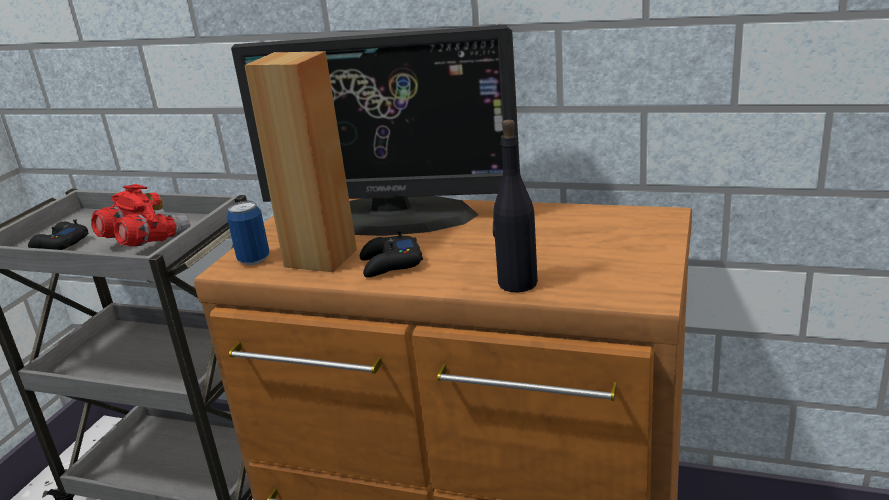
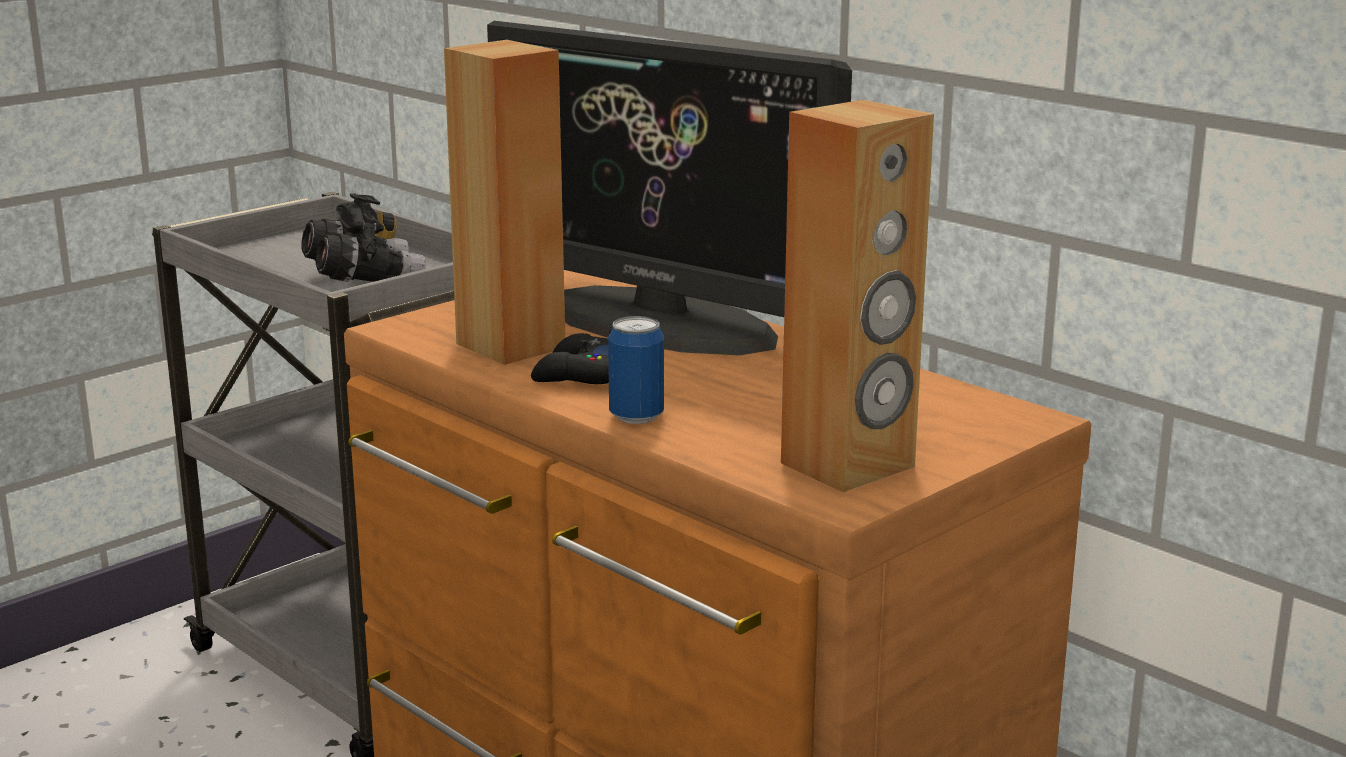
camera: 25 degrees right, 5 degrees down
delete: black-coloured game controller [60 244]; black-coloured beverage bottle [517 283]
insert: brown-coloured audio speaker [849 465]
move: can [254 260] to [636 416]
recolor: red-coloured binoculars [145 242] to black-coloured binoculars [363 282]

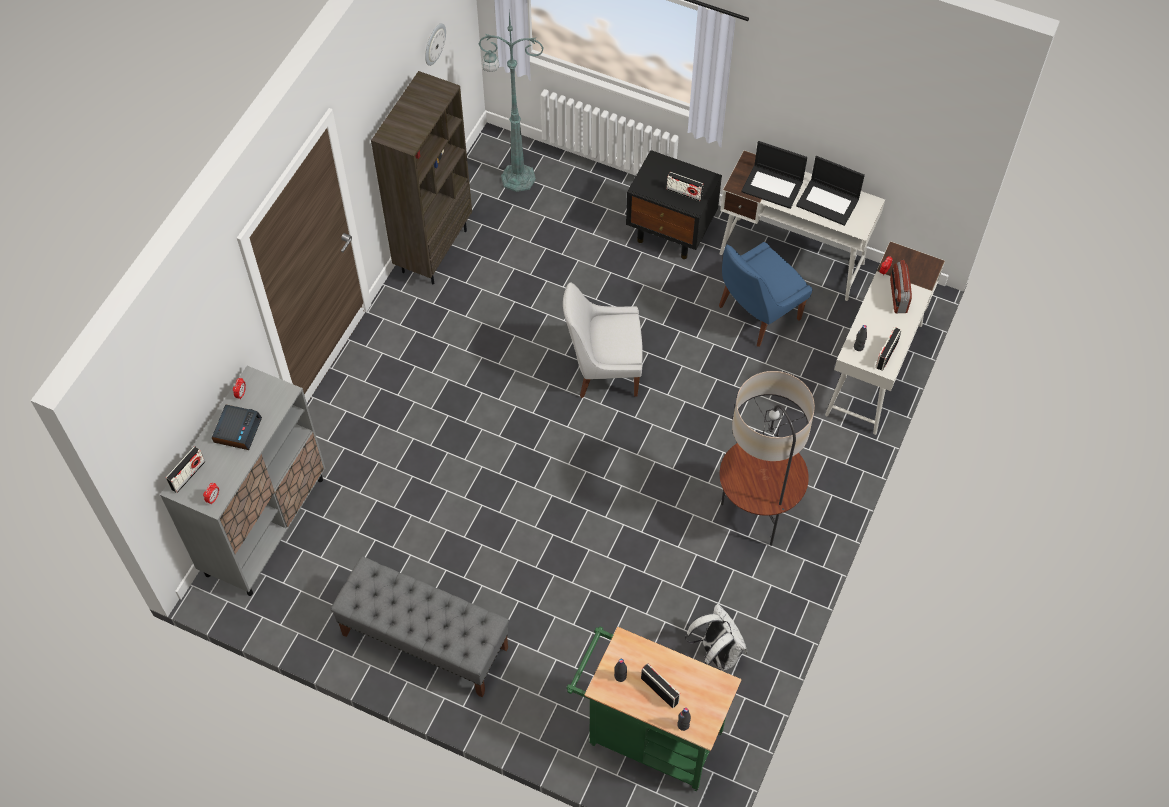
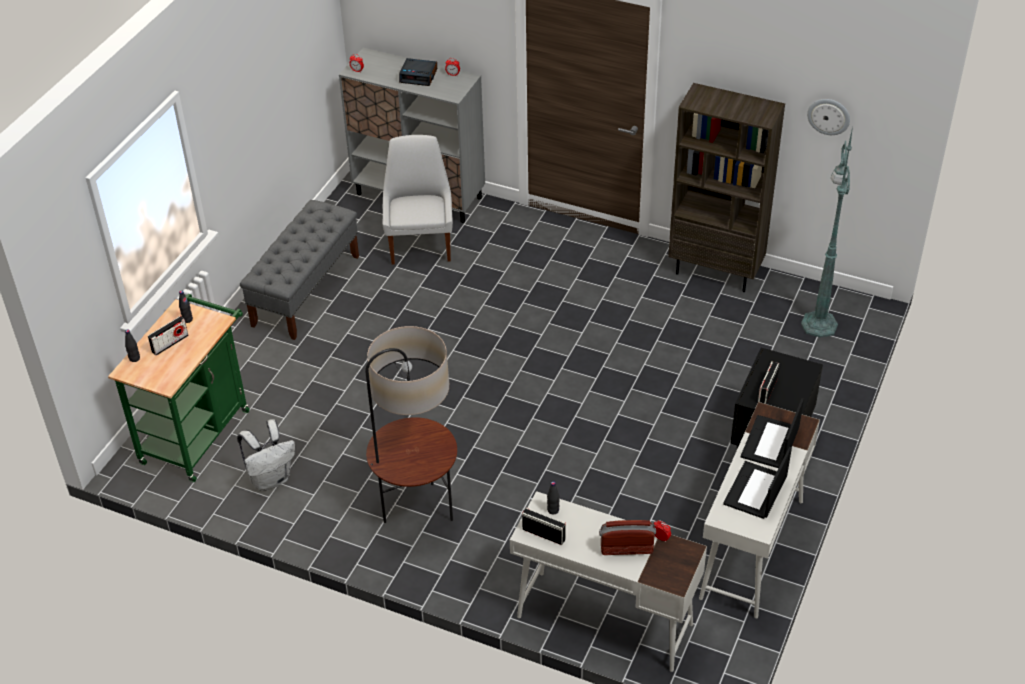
camera: 90 degrees right, 15 degrees down
delete: radio set [188 475]; bluish upright chair [756 314]
move: white-coloured upright chair [603 370] to [420 244]

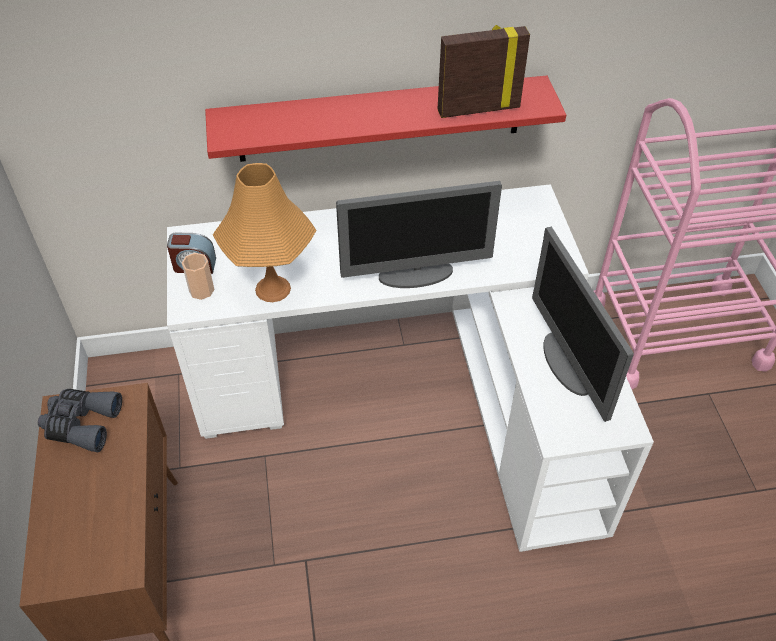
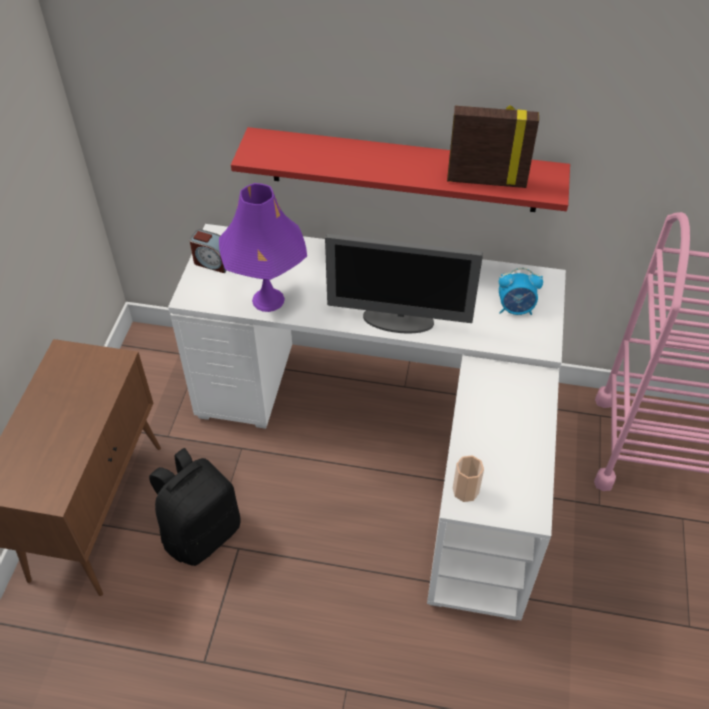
camera: 20 degrees right, 0 degrees up
delete: grey binoculars [81 424]; computer display [567 364]
insert: black-coloured backpack [201 532]; bedside clock [515 309]
move: drinking cup [201 290] to [465 490]
recolor: orange tabletop lamp [272 289] to purple tabletop lamp [268 300]

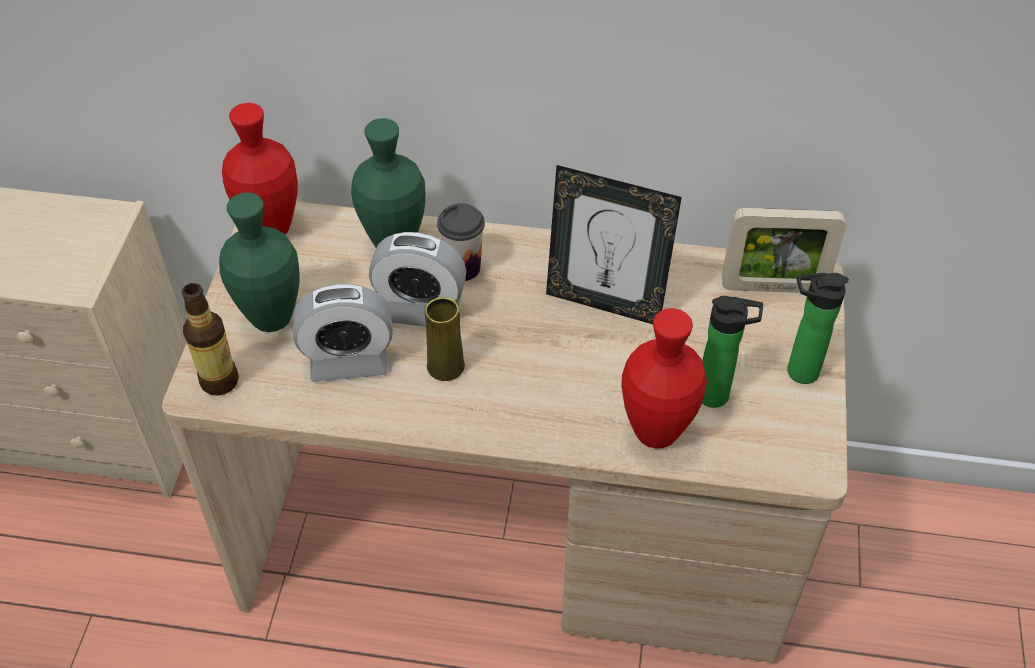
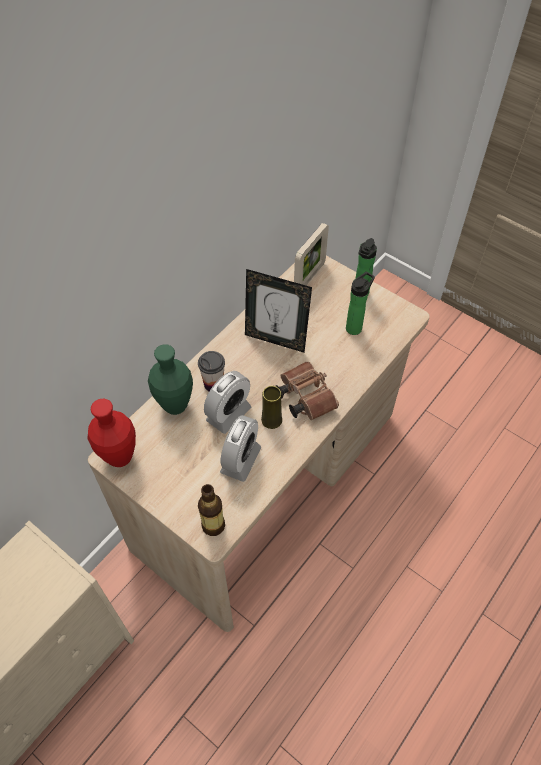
camera: 60 degrees left, 5 degrees up
delete: green-coloured flower vase [271 318]; red-coloured flower vase [656 432]
insert: brown-coloured binoculars [304 396]
rotate: standing frame [605 302] = [276 339] 60 degrees clockwise

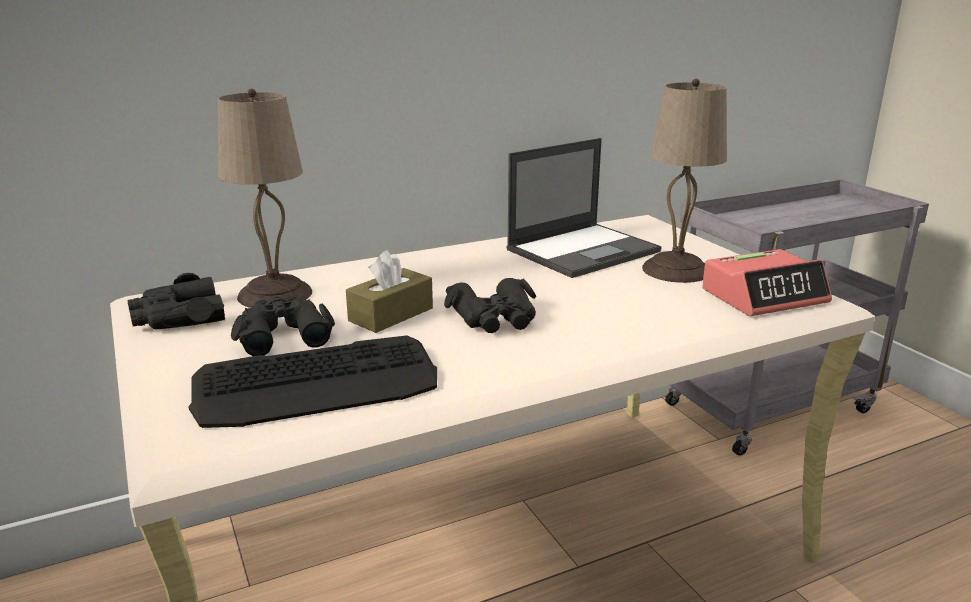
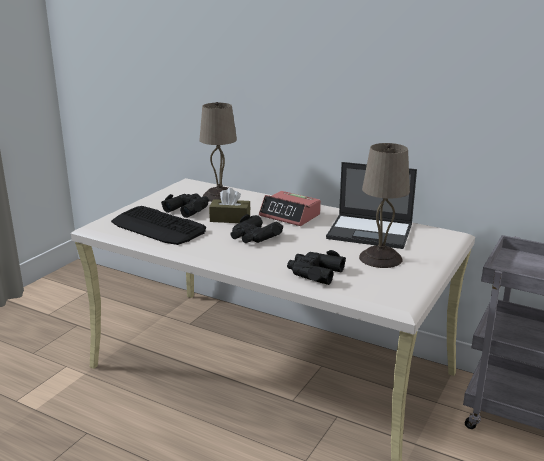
camera: 55 degrees right, 0 degrees up
move: black-coloured binoculars [178 317] to [314 272]; bedside clock [764 296] to [290 215]

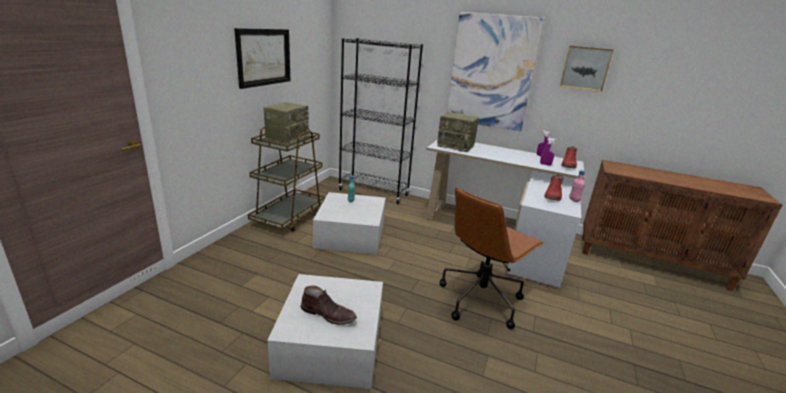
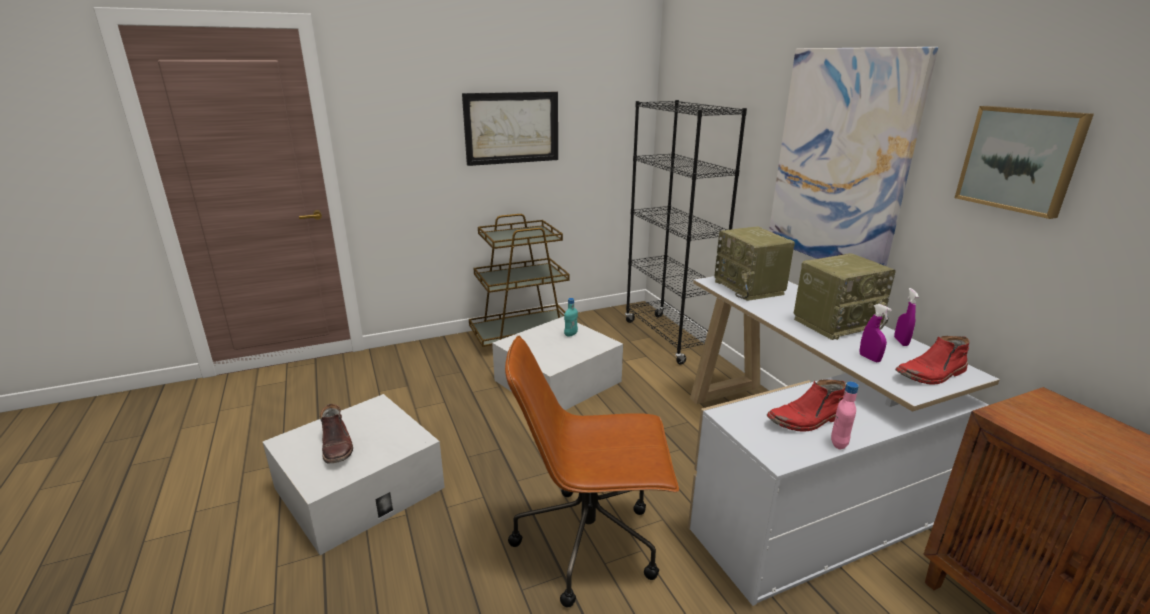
camera: 45 degrees right, 0 degrees up
move: radio set [287 138] to [836 323]

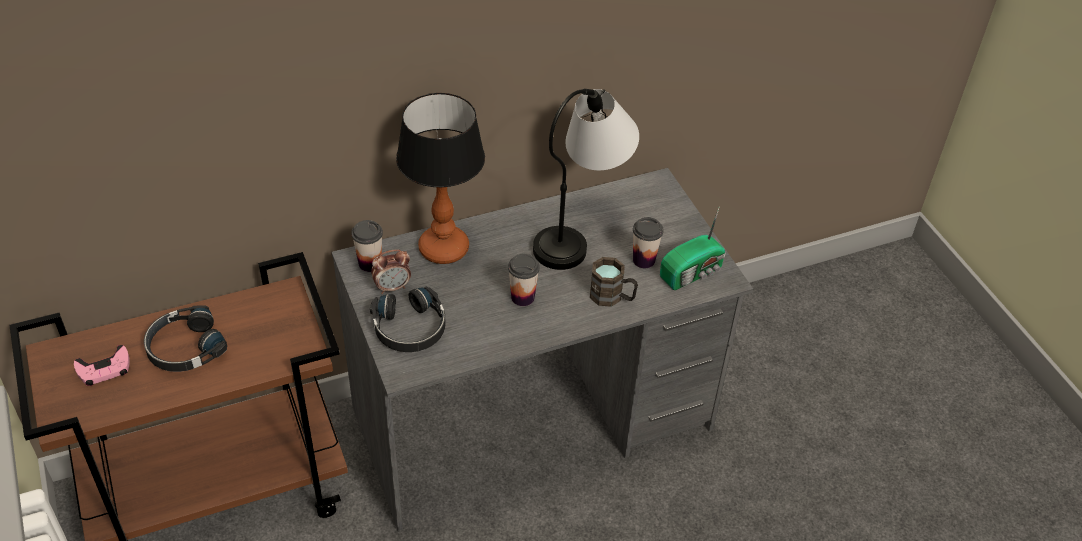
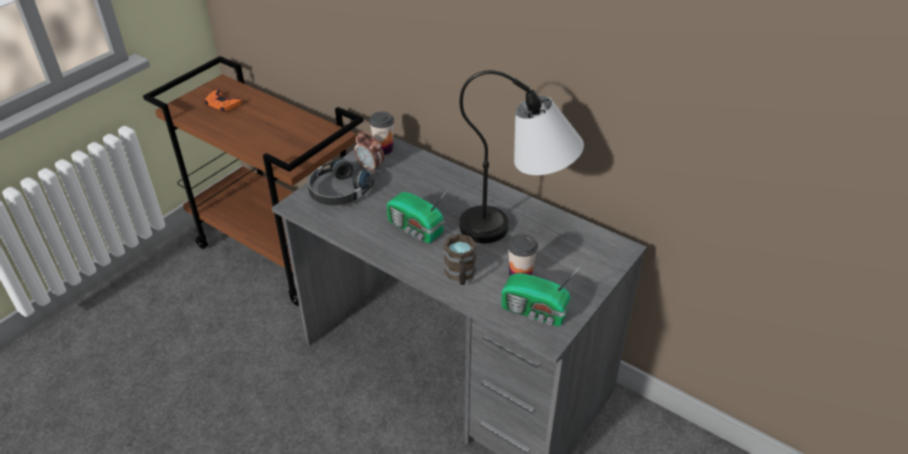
camera: 60 degrees right, 5 degrees down
delete: black-coloured headphones [185 348]; tabletop lamp [442 248]
replace: drinking cup [522 297] to radio set [415 229]
recolor: pinkish game controller [104 369] to orange game controller [222 104]

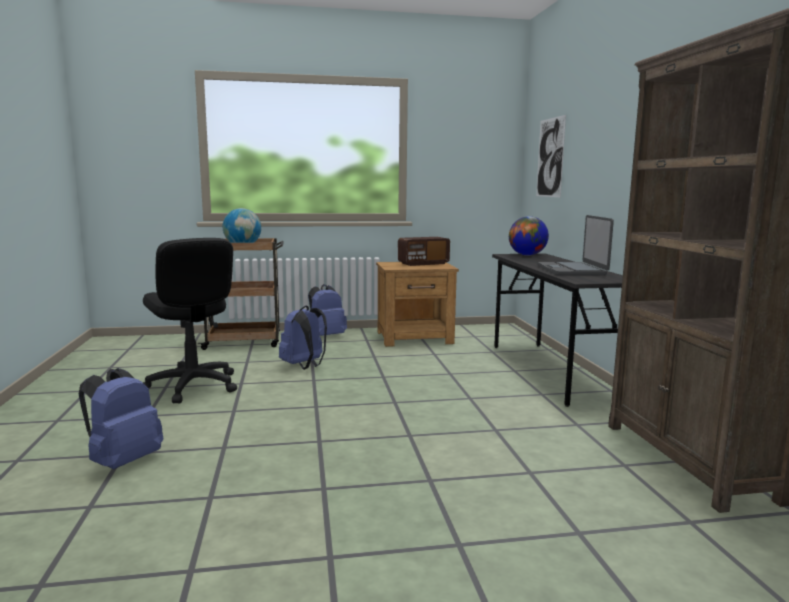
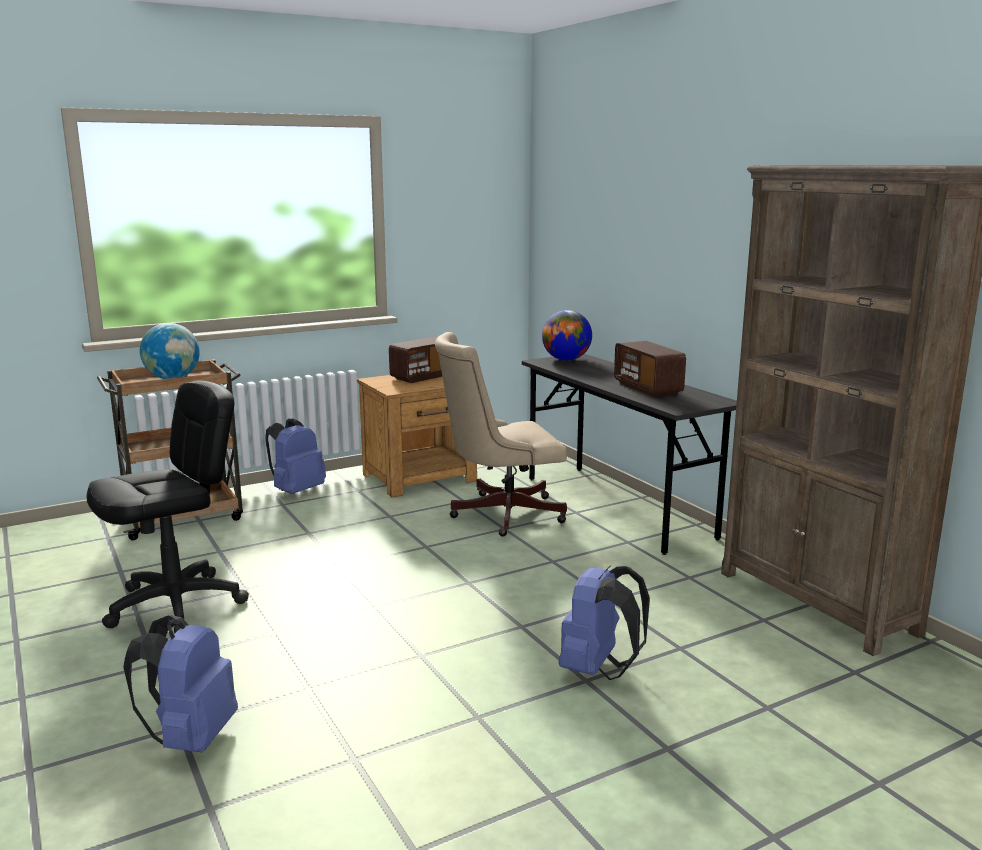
camera: 20 degrees left, 5 degrees up
delete: wall art [550 157]
insert: beige computer chair [500 514]
move: bluish backpack [304 366] to [598 669]
replace: notebook computer [572 270] to radio set [647 388]
rotate: black-coloured computer chair [192 386] = [176 605] 75 degrees counterclockwise

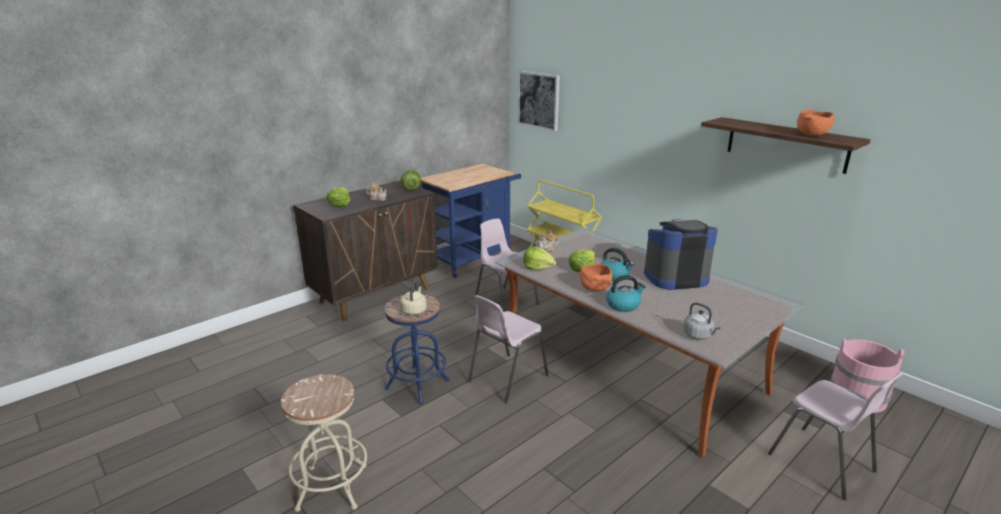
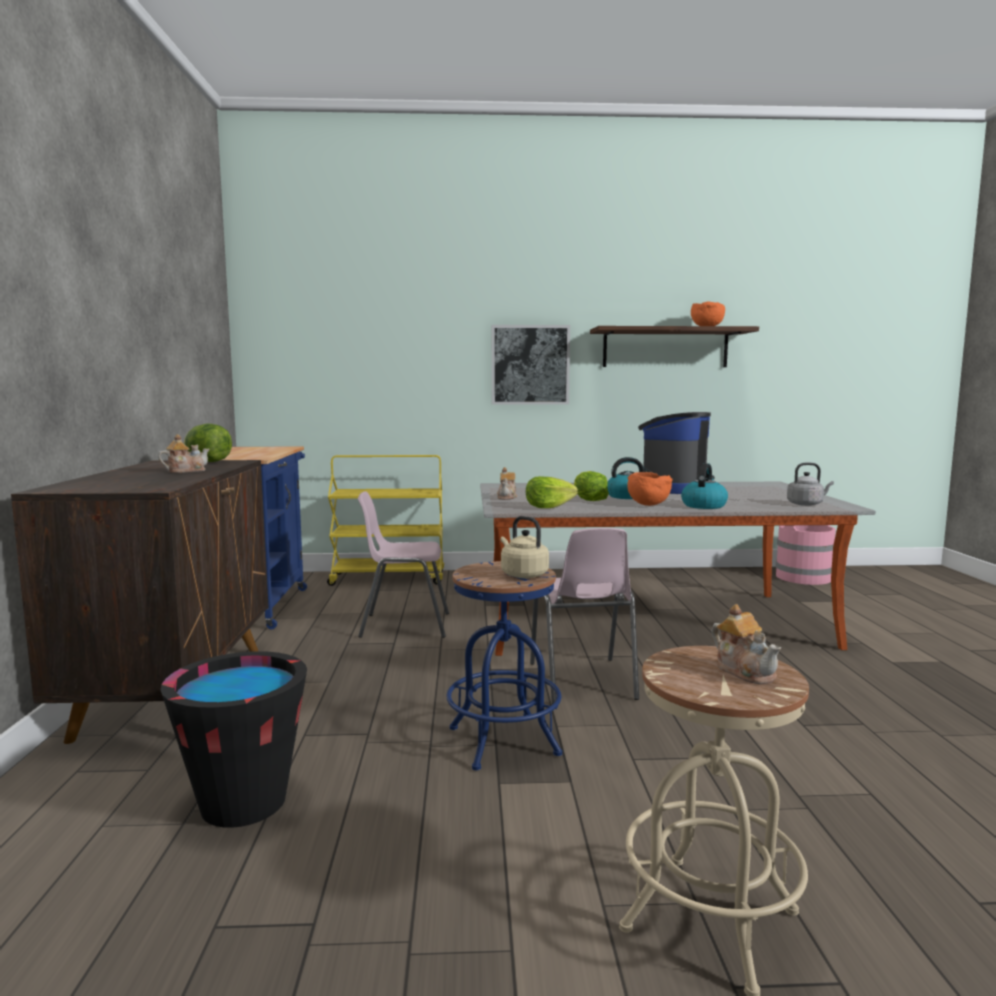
camera: 50 degrees left, 15 degrees down
delete: lettuce [340 204]; pinkish upright chair [822 463]
insert: black-coloured pail [243 803]; pot for tea [745 671]
move: wall art [539 100] to [530 365]

